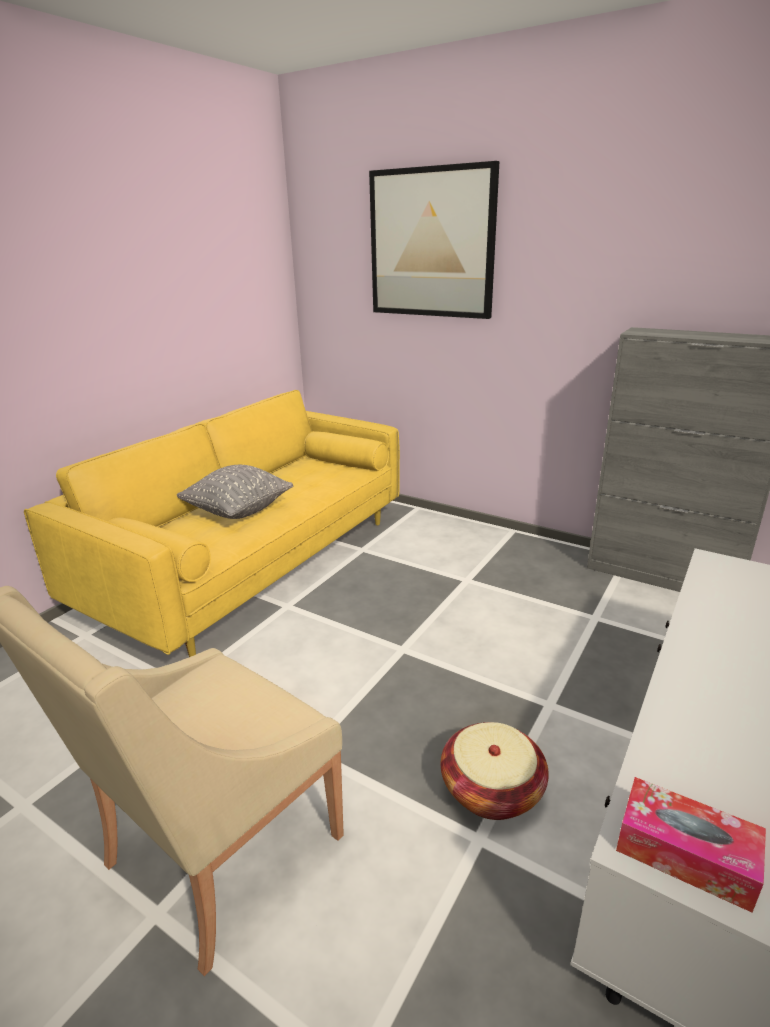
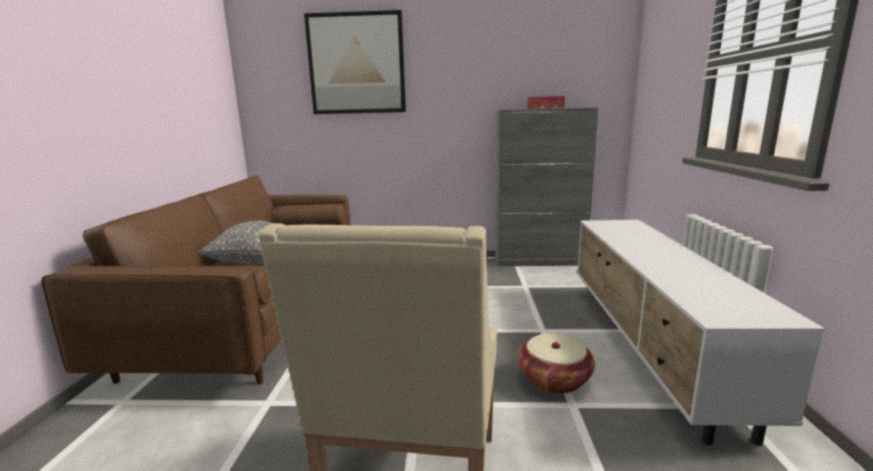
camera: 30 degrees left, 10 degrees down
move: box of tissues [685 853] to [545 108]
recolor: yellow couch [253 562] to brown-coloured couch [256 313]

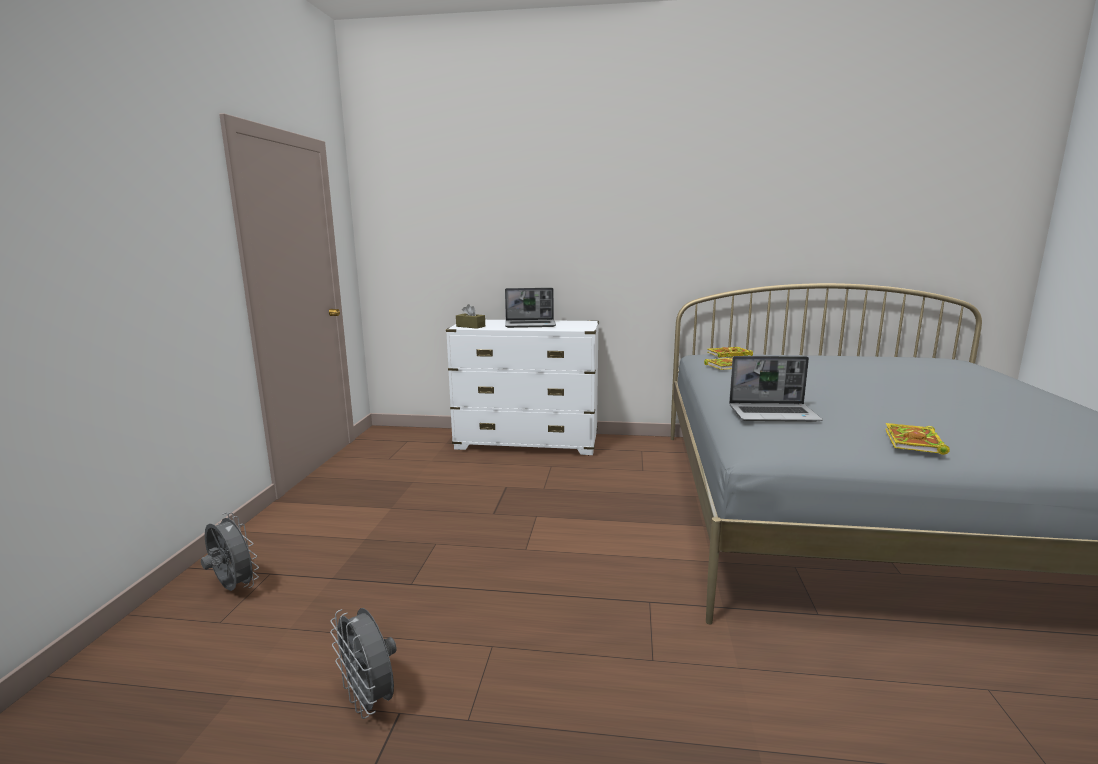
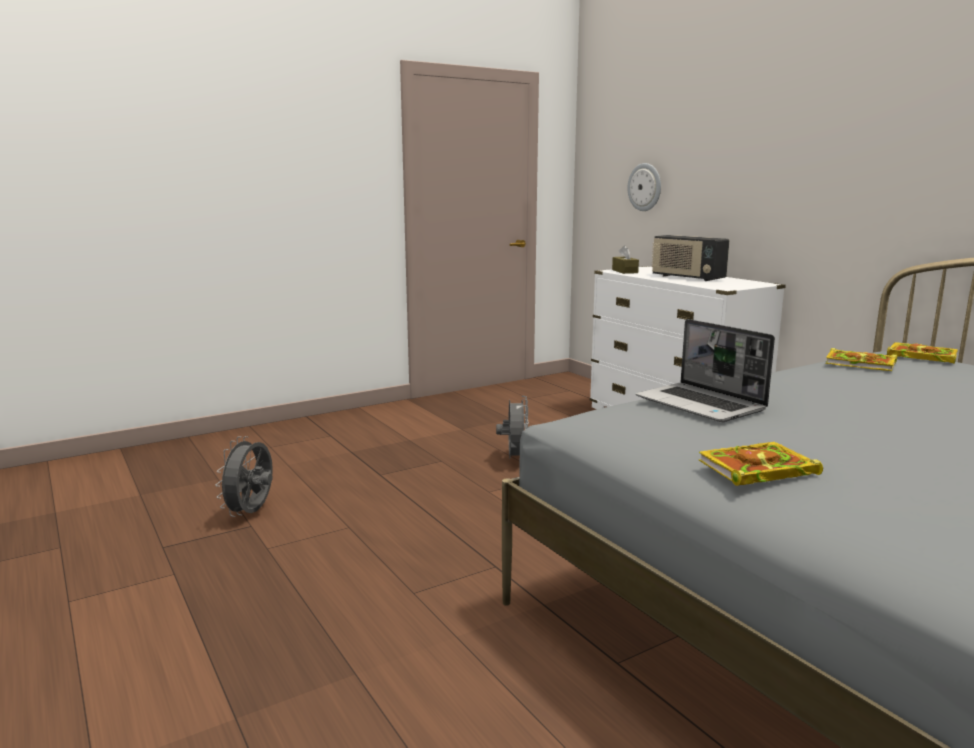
camera: 50 degrees right, 0 degrees up
insert: hanging clock [645 187]
move: grey fan [233 588] to [515 460]
replace: notebook computer [531 325] to radio set [687 278]

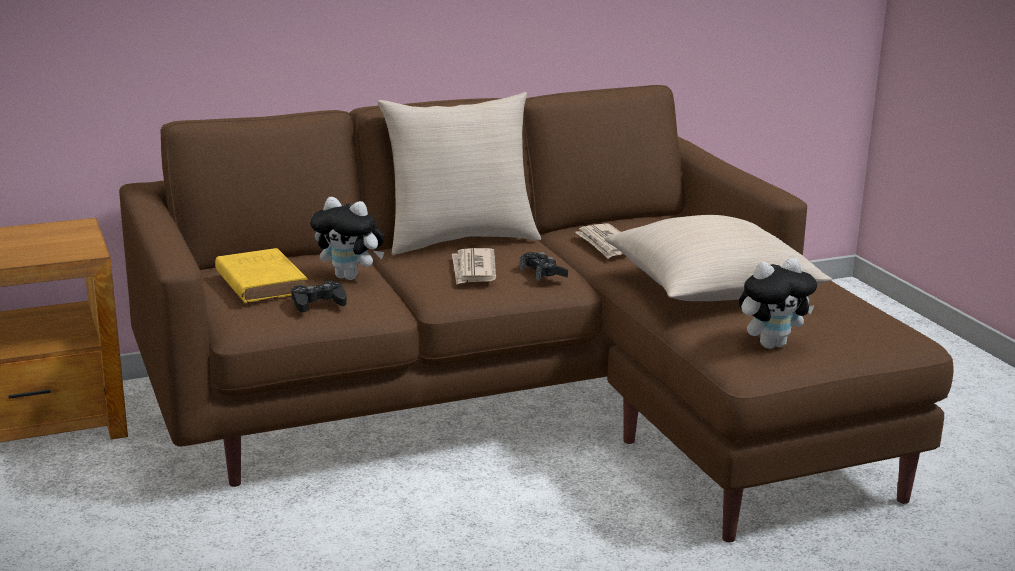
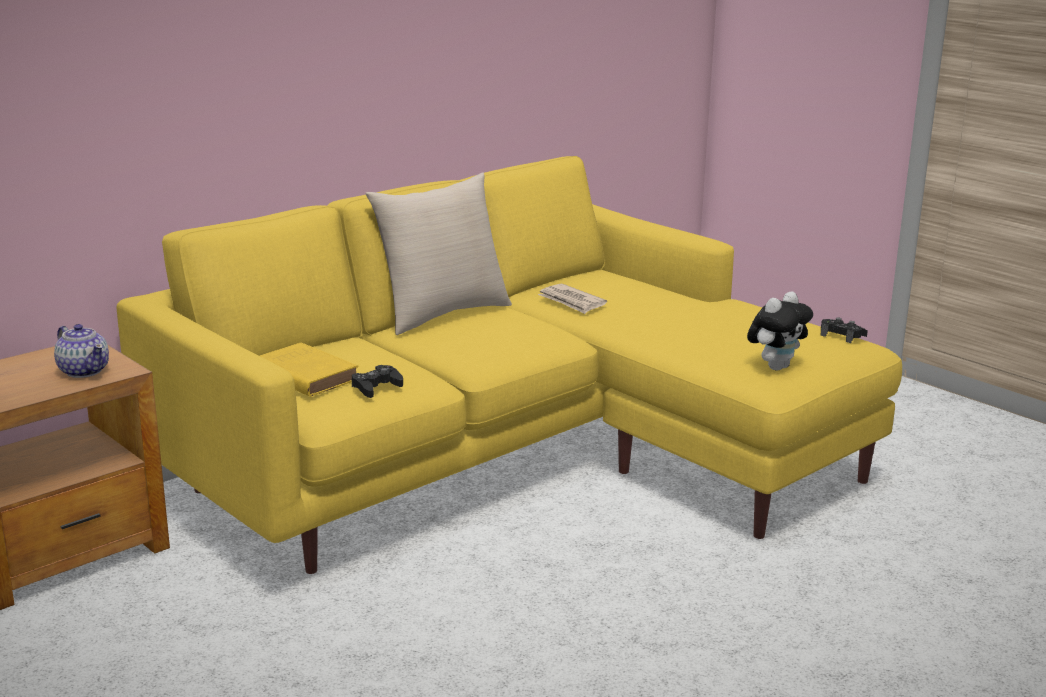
camera: 20 degrees left, 0 degrees up
delete: cuddly toy [350 277]; printed paper [473 270]; beige cushion [711 288]
insert: pot for tea [84 371]
move: black-coloured game controller [543 273] to [842 336]
recolor: brown-coloured couch [523 409] to yellow couch [515 460]

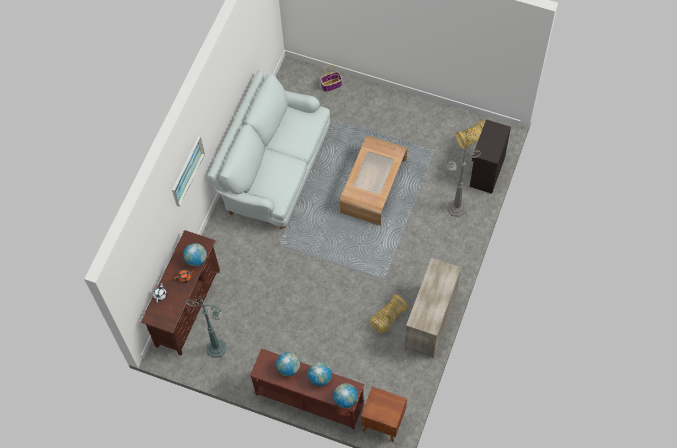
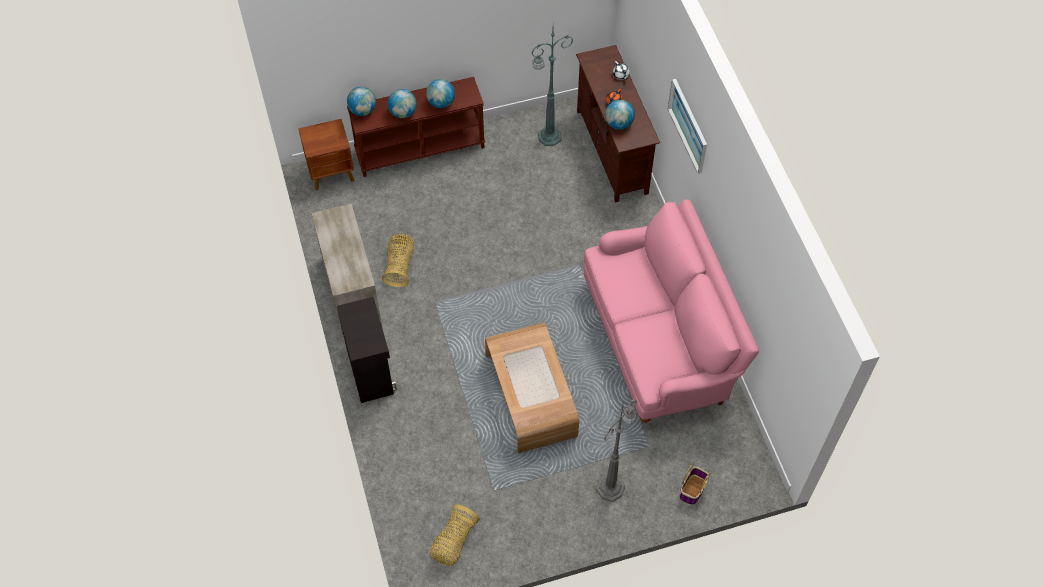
camera: 140 degrees right, 5 degrees down
move: grey standing lamp [455 208] to [611 486]; black-coloured cabinet [486 172] to [371 371]
recolor: white-coloured couch [274 169] to pinkish couch [660 339]

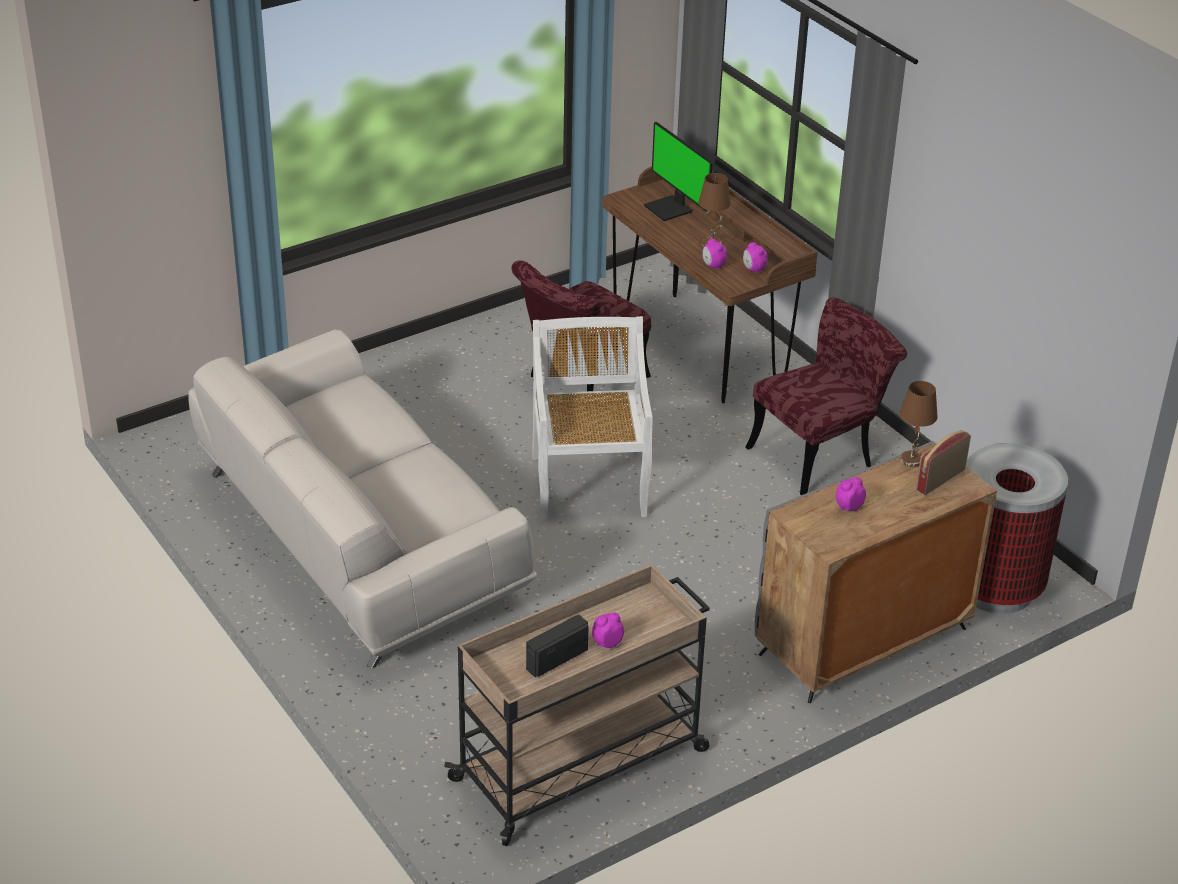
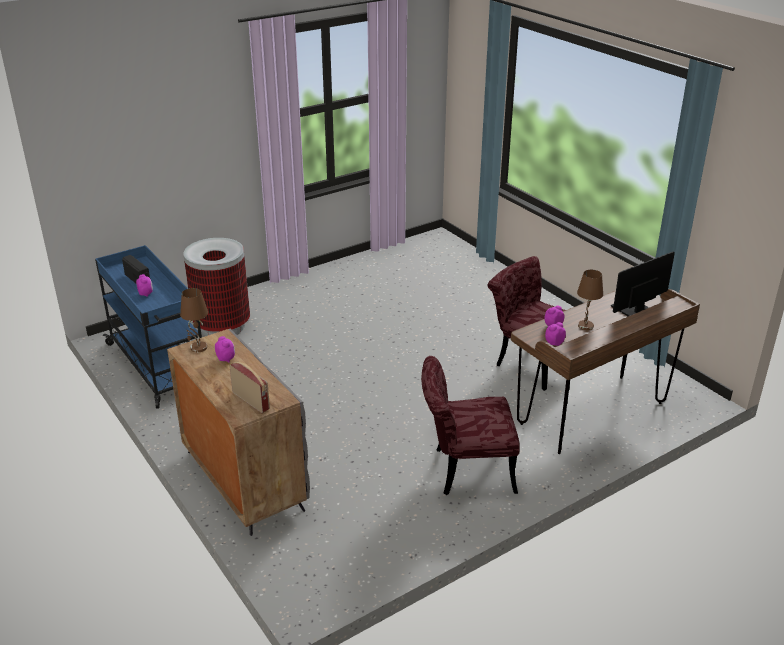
camera: 90 degrees right, 5 degrees down
delete: white-coloured couch [357 538]; white-coloured upright chair [589 484]
move: brown-coloured tabletop lamp [912 460] to [198 348]; rubbish bin [995 588] to [222 326]
recolor: beige wheeled cart [582 764] to bluish wheeled cart [159 366]
rotate: red-coloured upright chair [820 453] = [464 470] 120 degrees clockwise

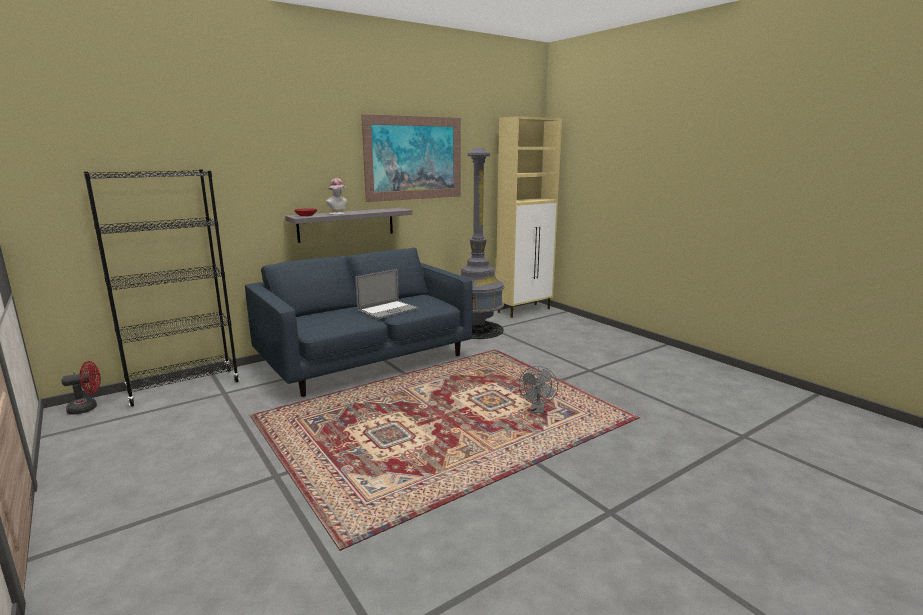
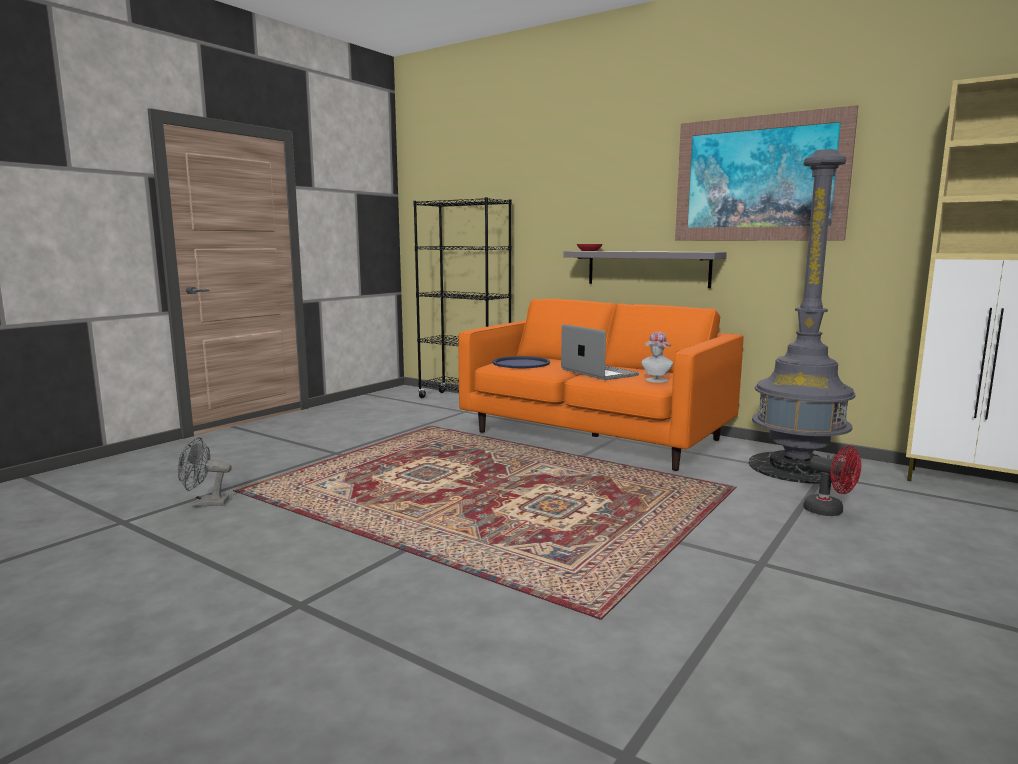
camera: 70 degrees right, 5 degrees down
insert: bluish carrying tray [521 363]
move: red-coloured fan [87 408] to [829 511]; clothing hat [338 213] to [656 381]; grey fan [537 410] to [204 503]
recolor: bluish couch [366 360] to orange couch [594 436]
rotate: notebook computer [388 310] = [598 372] 150 degrees counterclockwise

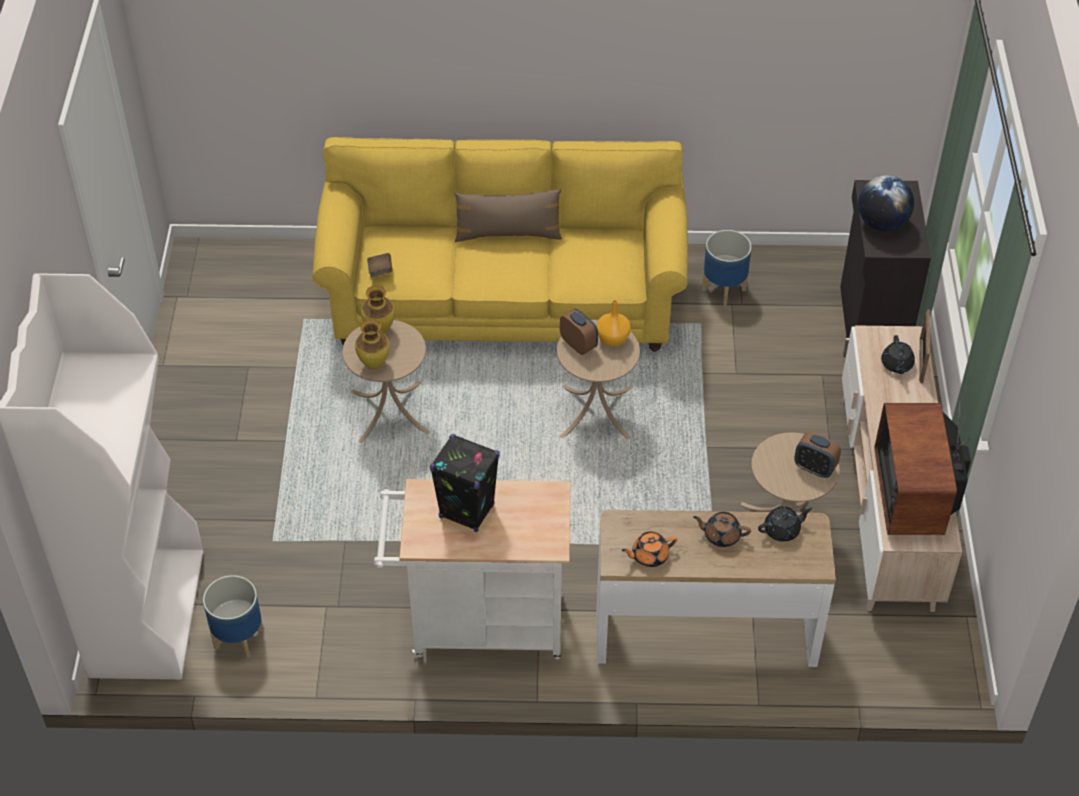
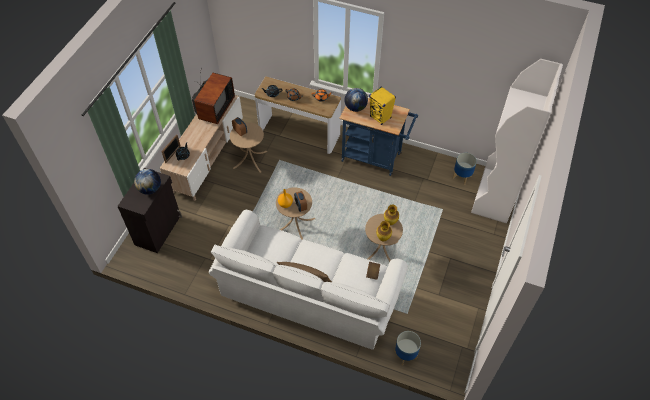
camera: 160 degrees left, 5 degrees up
insert: world globe [355 108]
move: planter [724 289] to [405 355]
recolor: yellow couch [504 300] to white-coloured couch [309 294]; white-coloured wheeled cart [478 624] to bluish wheeled cart [375 158]; black-coloured audio speaker [466 511] to yellow audio speaker [380 117]

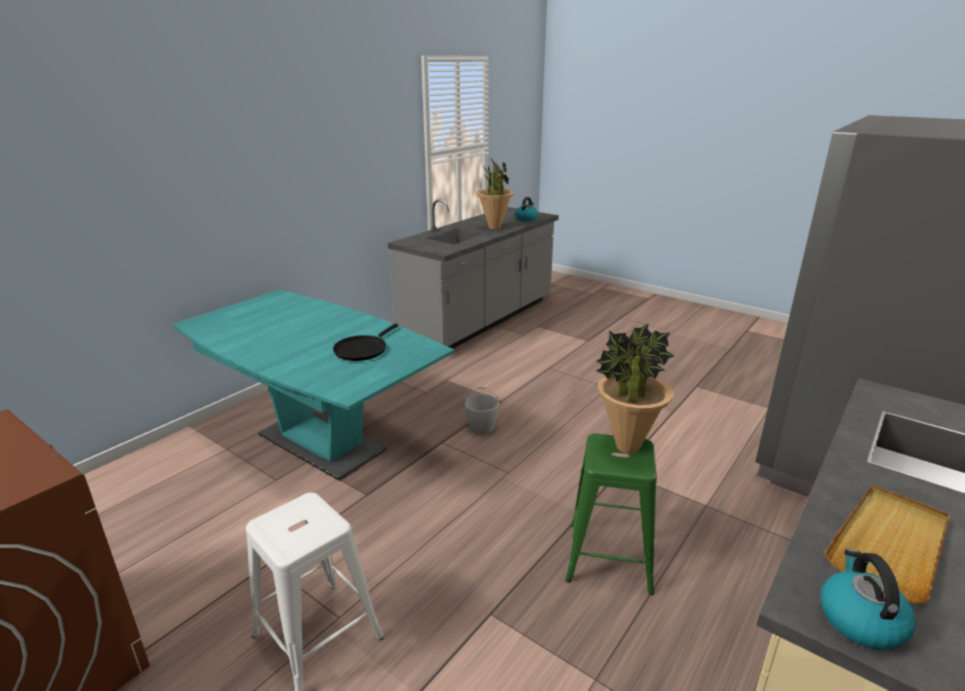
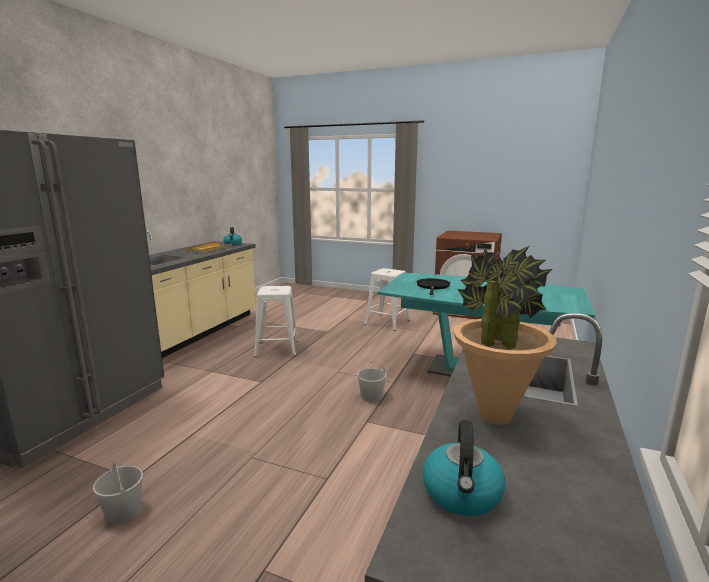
camera: 165 degrees right, 10 degrees down
delete: houseplant [627 447]
insert: white-coloured pail [123 510]
recolor: green-coloured sitting stool [609 556] to white-coloured sitting stool [277 348]

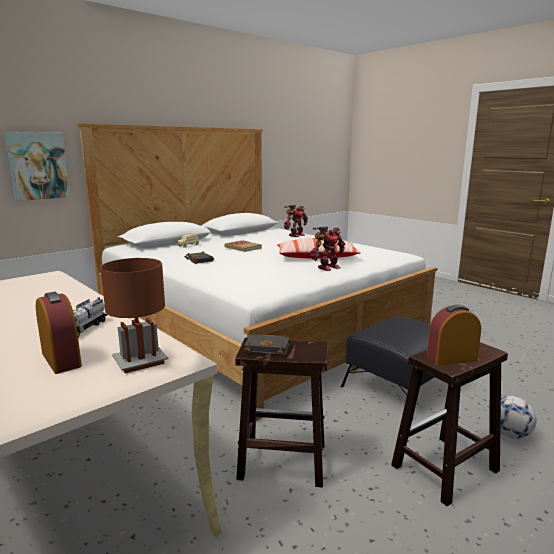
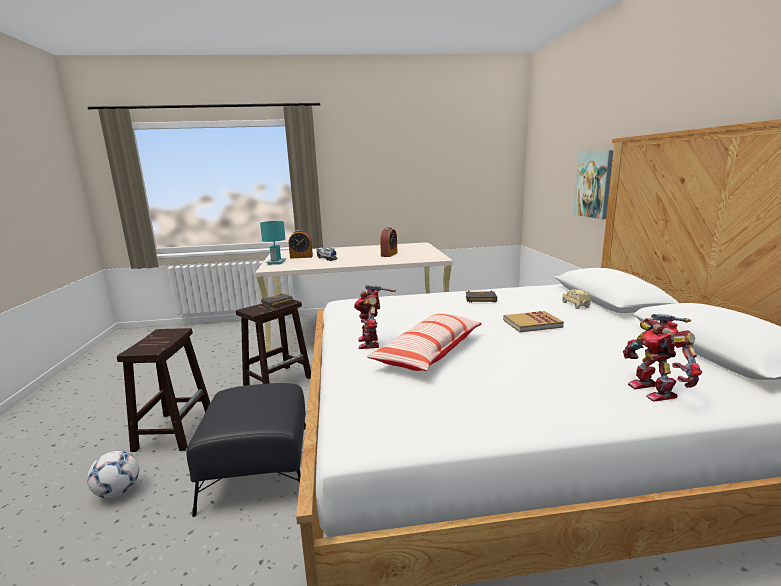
camera: 125 degrees right, 0 degrees up
move: bedside clock [451 359] to [389 254]
recolor: brown-coloured tabletop lamp [140 361] to blue-green tabletop lamp [276 262]

